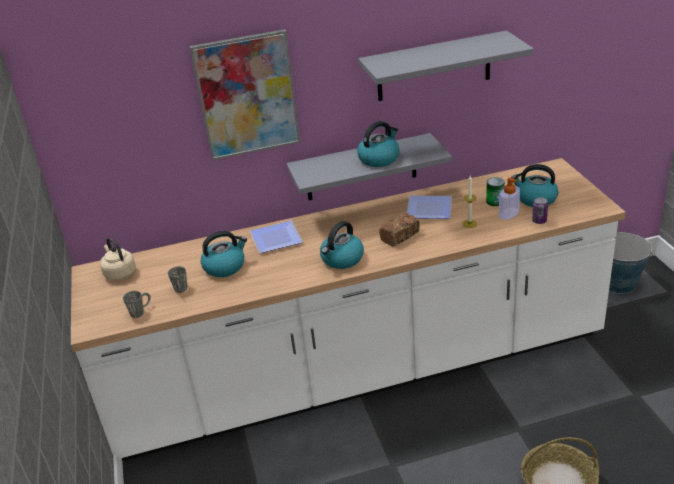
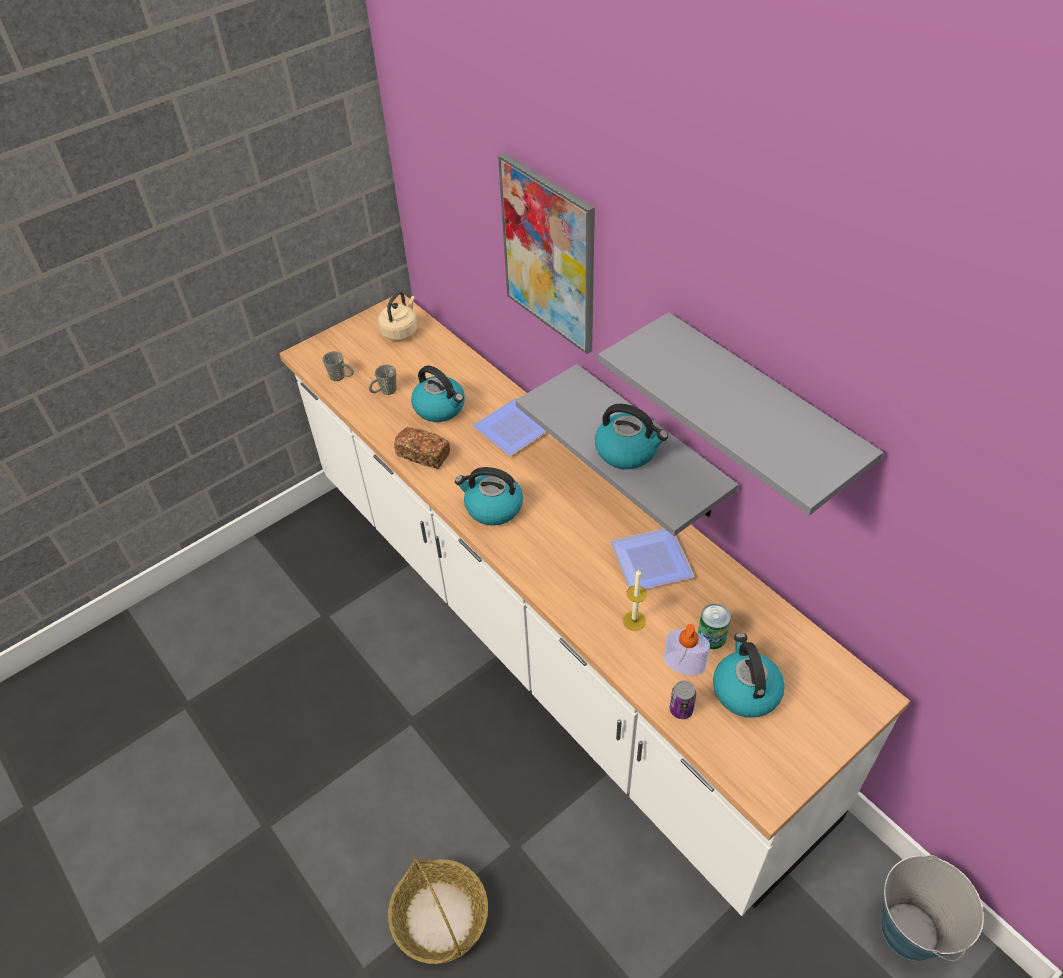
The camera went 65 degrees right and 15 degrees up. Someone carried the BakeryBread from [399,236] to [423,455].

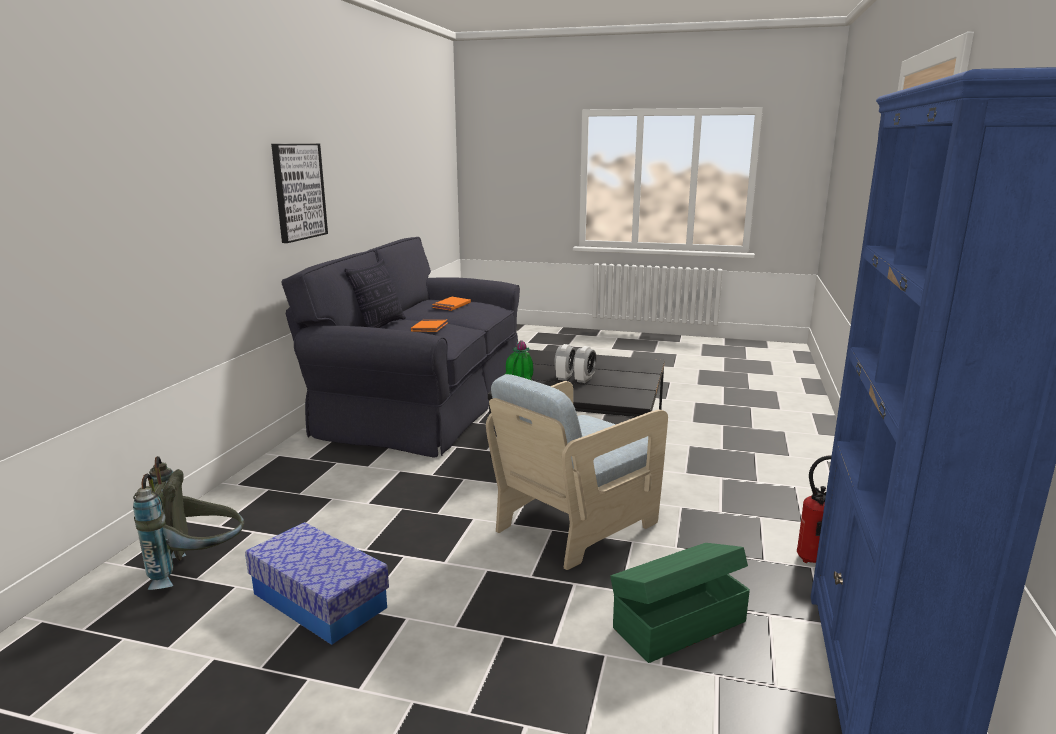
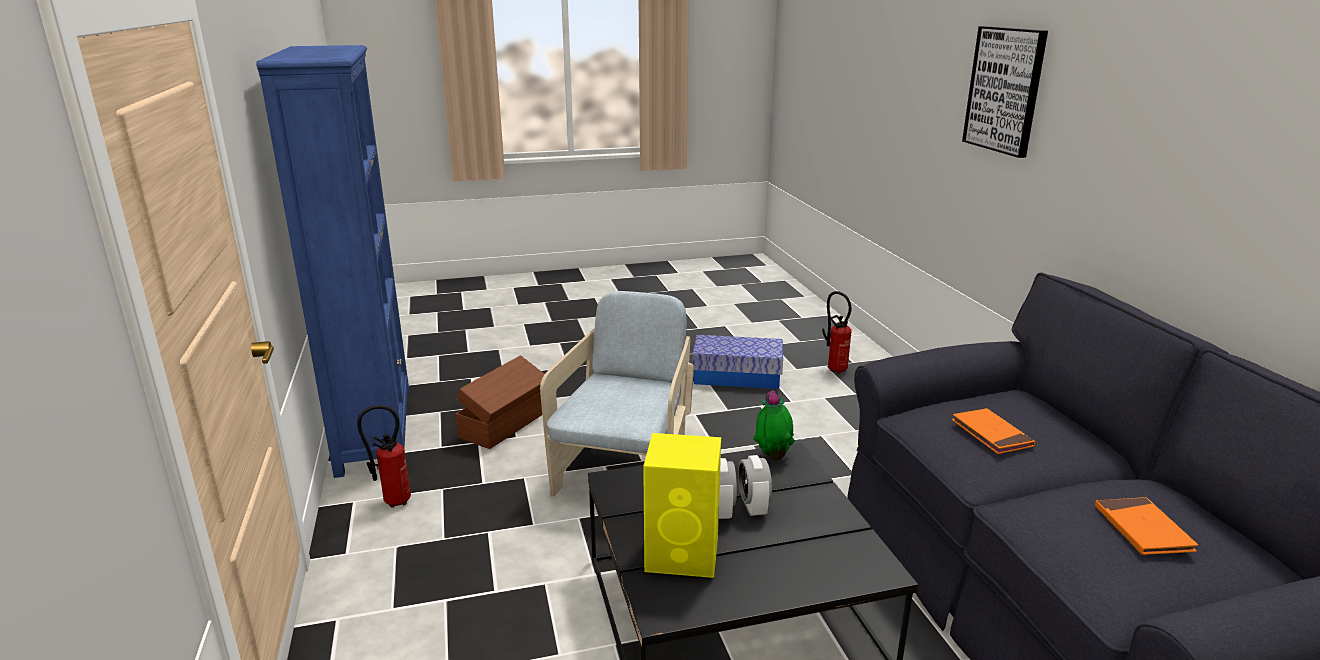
The camera went 150 degrees right and 5 degrees up. Someone took away the Pillow at [379,326]. Someone put down the YellowSpeaker at [684,555]. Someone carried the Picture from [298,191] to [1005,90]. Someone swapped the GrayBackpack at [199,569] for the FireFightingCylinder at [835,369]. Someone repainted the GreenColouredStorageBin at [677,624], which became the BrownColouredStorageBin at [506,424].

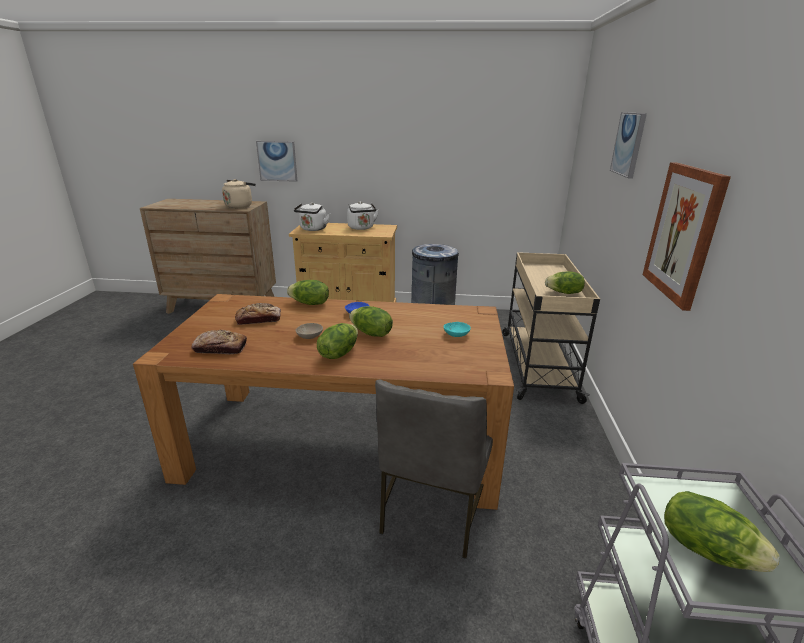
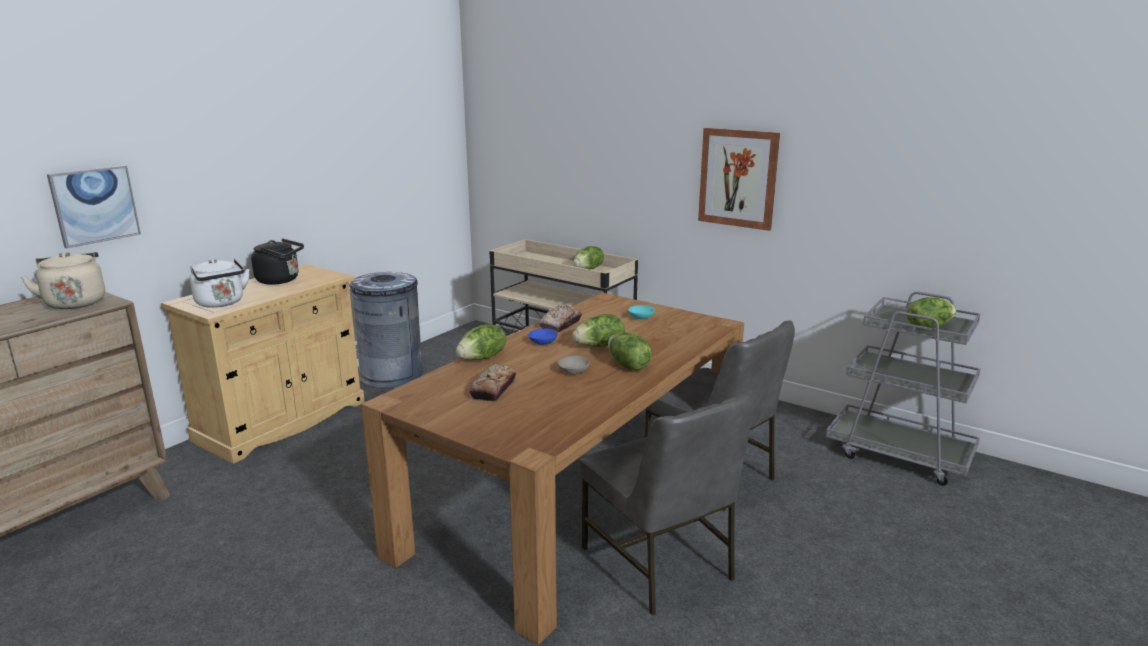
The camera went 60 degrees left and 5 degrees down. Someone took away the Picture at [628,144]. Someone put down the GrayChair at [659,564]. Someone carried the BakeryBread from [220,348] to [561,324]. Someone repainted the WhitishTeaKettle at [361,228], which became the BlackishTeaKettle at [281,280].

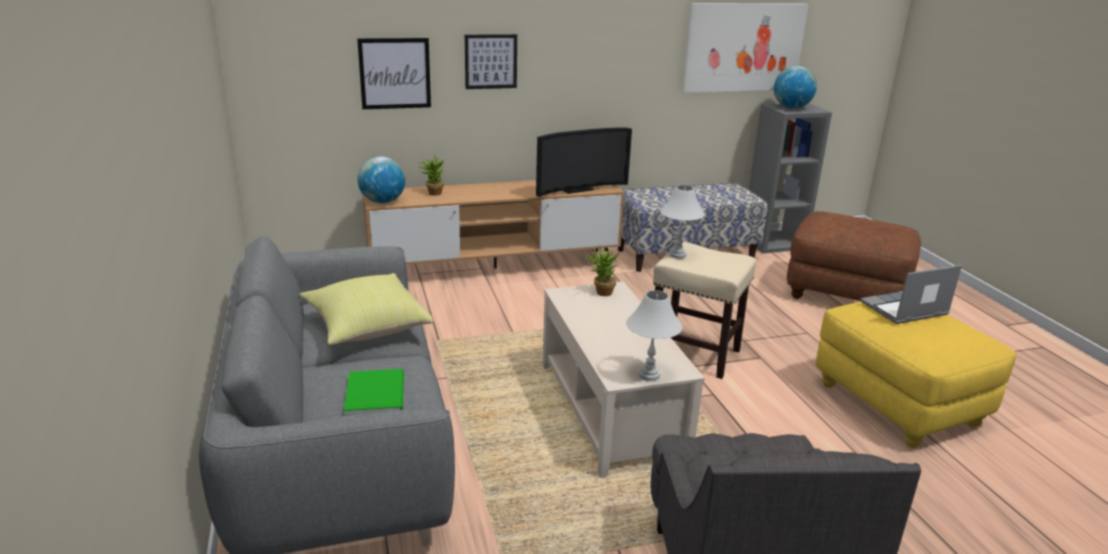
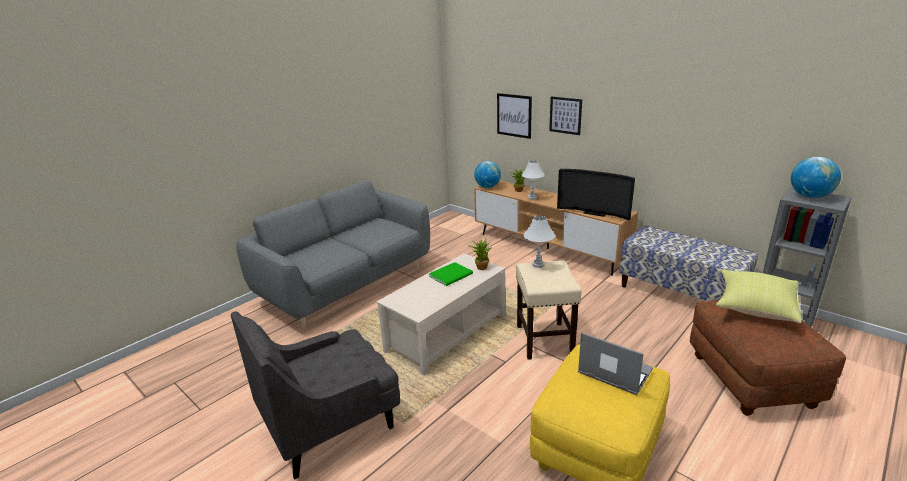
The camera went 60 degrees right and 0 degrees up. Someone took away the Picture at [743,47]. Someone carried the YellowPillow from [366,327] to [754,307]. Someone carried the GreenColouredVolume from [377,393] to [452,275]. Someone carried the WhitishTabletopLamp from [649,375] to [532,197].

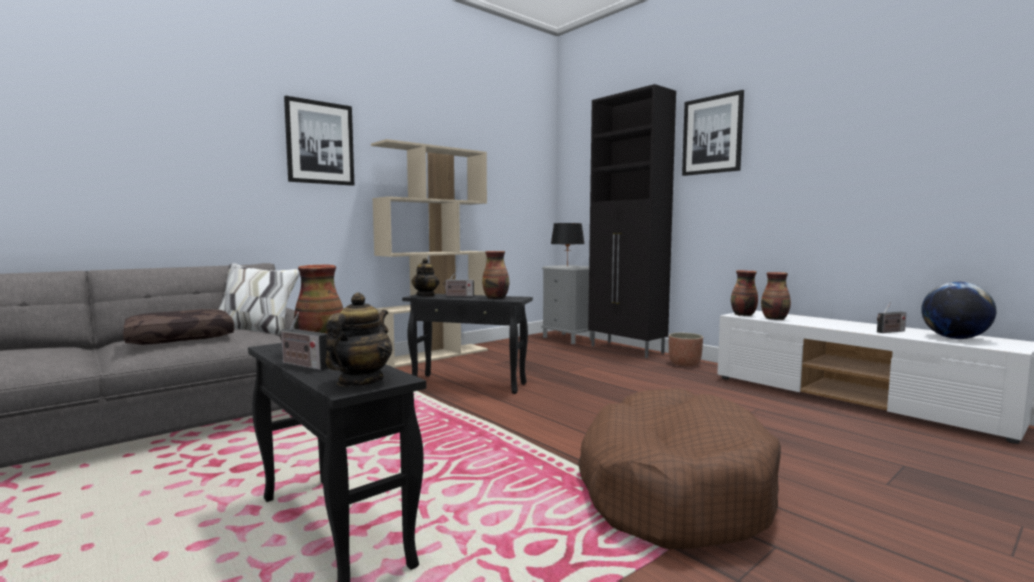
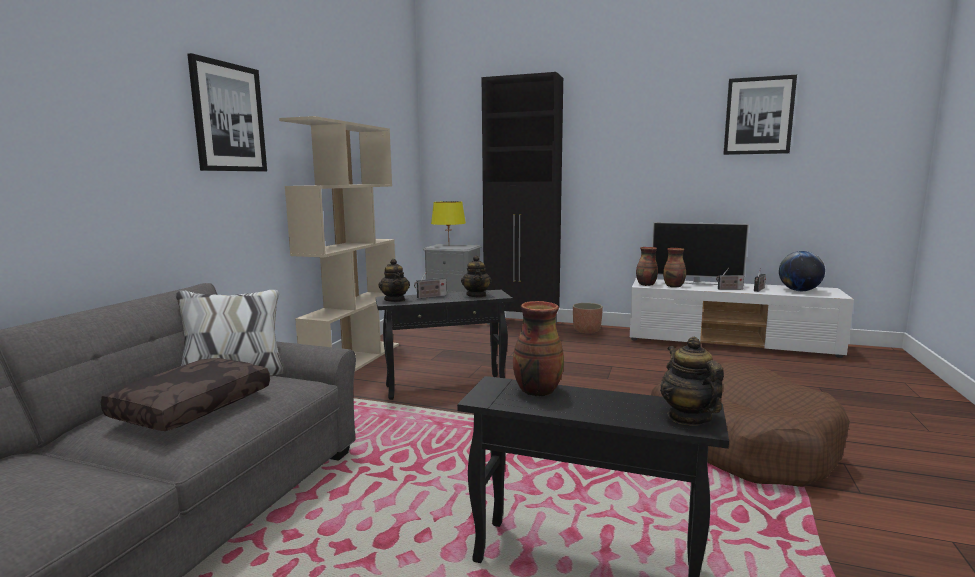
The camera went 30 degrees left and 5 degrees up. Someone put down the TvSet at [695,283]. Someone carried the RadioSet from [302,365] to [729,289]. Someone carried the Picture from [712,135] to [758,116]. Someone swapped the DecorativeVase at [496,298] for the TeaPot at [476,295]. Someone repainted the BlackishTabletopLamp at [567,266], which became the YellowTabletopLamp at [449,246].

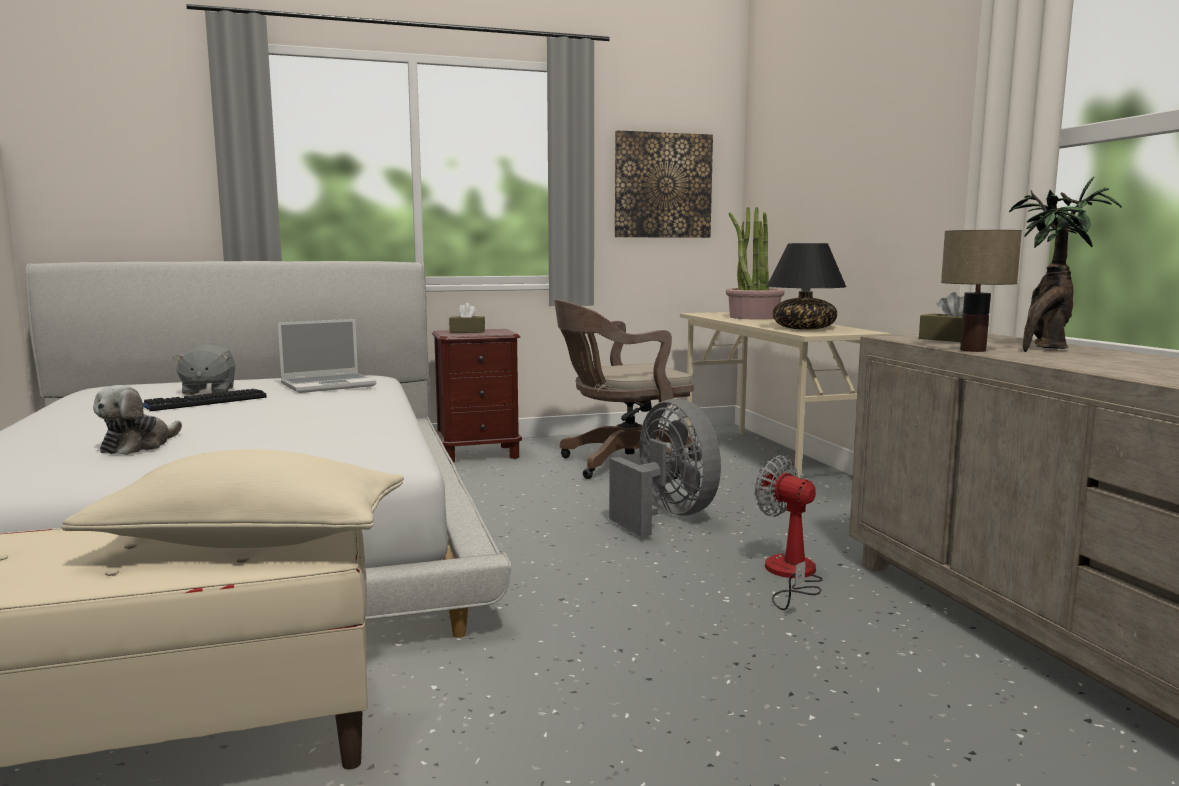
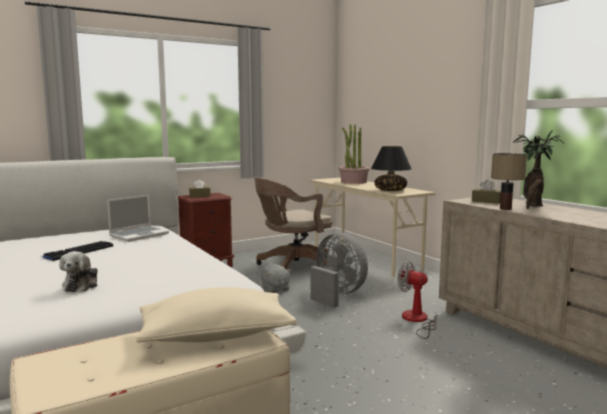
The camera went 15 degrees left and 0 degrees up. Someone took away the Picture at [662,185]. Someone carried the GrayCuddlyToy from [208,391] to [275,288].

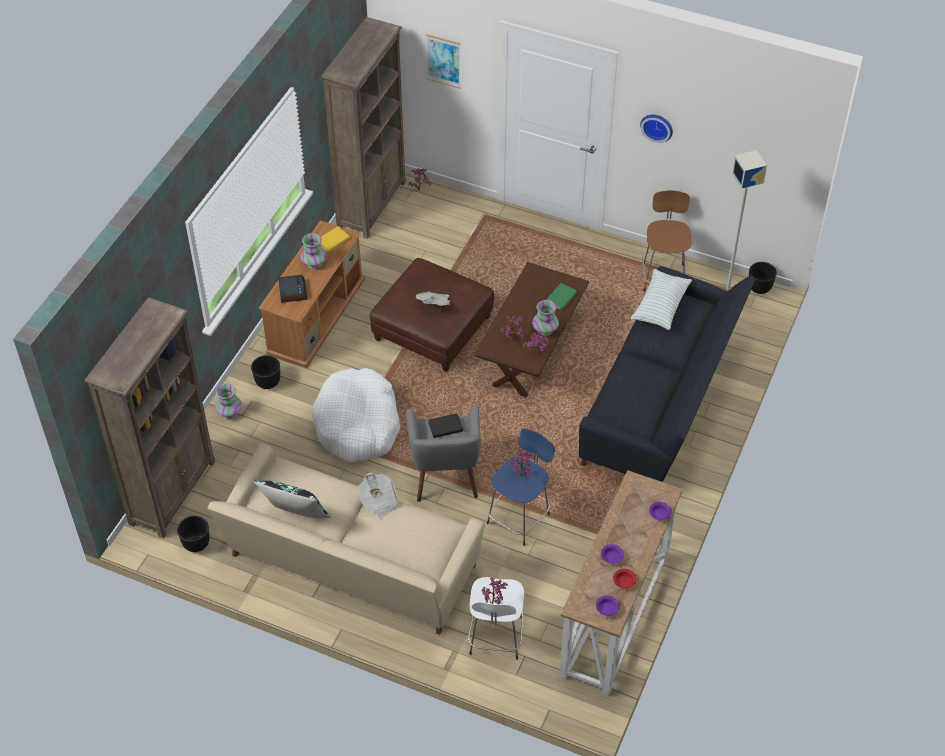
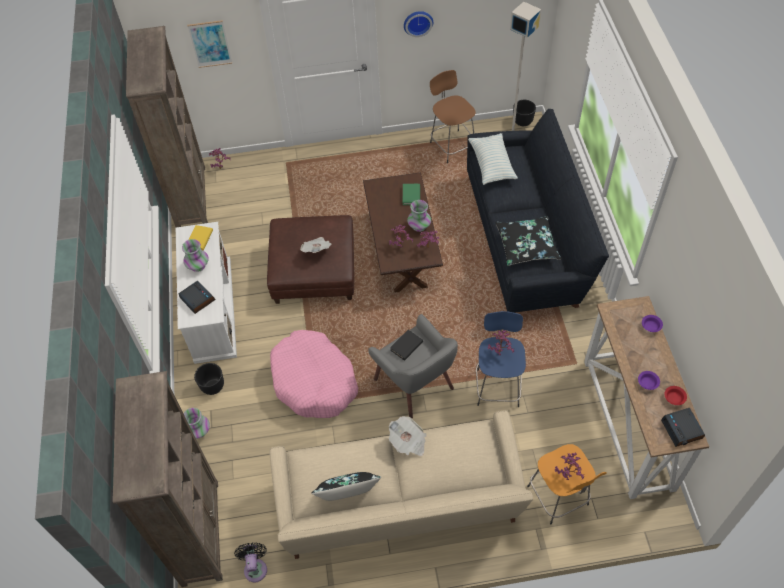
The camera went 30 degrees left and 5 degrees up. Someone put down the BlackishPillow at [527,245]. Someone swapped the BlackishPlantPot at [196,544] for the BlackishElectricFan at [255,567]. Someone swapped the PurpleColouredServingBowl at [607,609] for the AlarmClock at [682,429]. Someone repainted the BrownColouredMediaConsole at [316,315], which became the WhitishMediaConsole at [212,308]. Someone repainted the WhitishDogBed at [357,424], which became the PinkColouredDogBed at [314,381]. Someone repainted the WhitishSittingStool at [495,638], which became the OrangeySittingStool at [559,497].

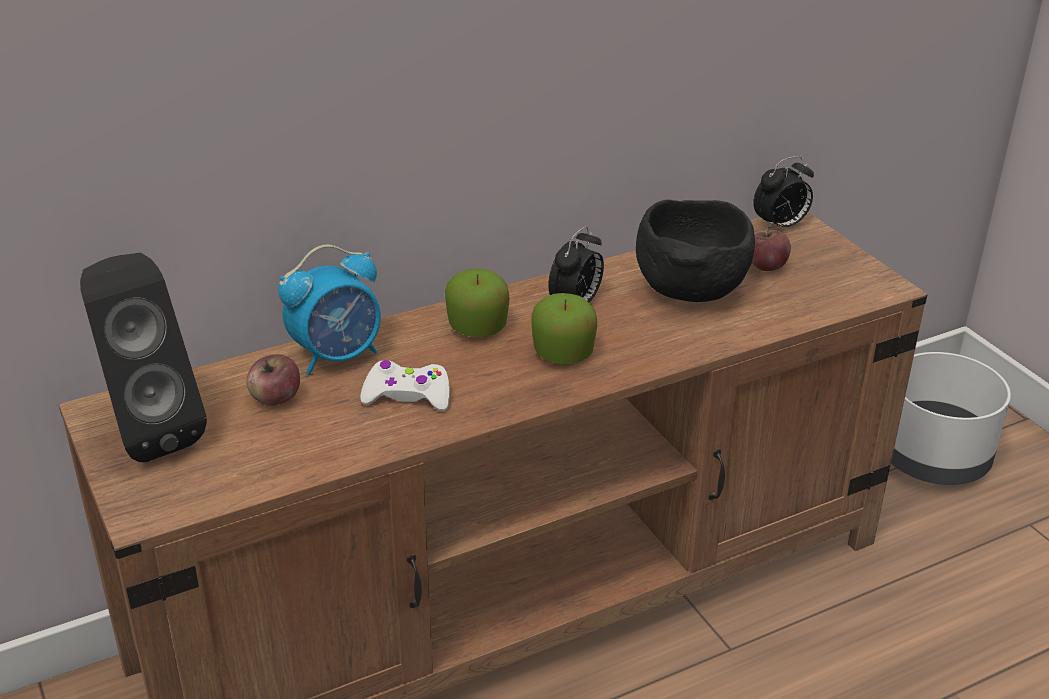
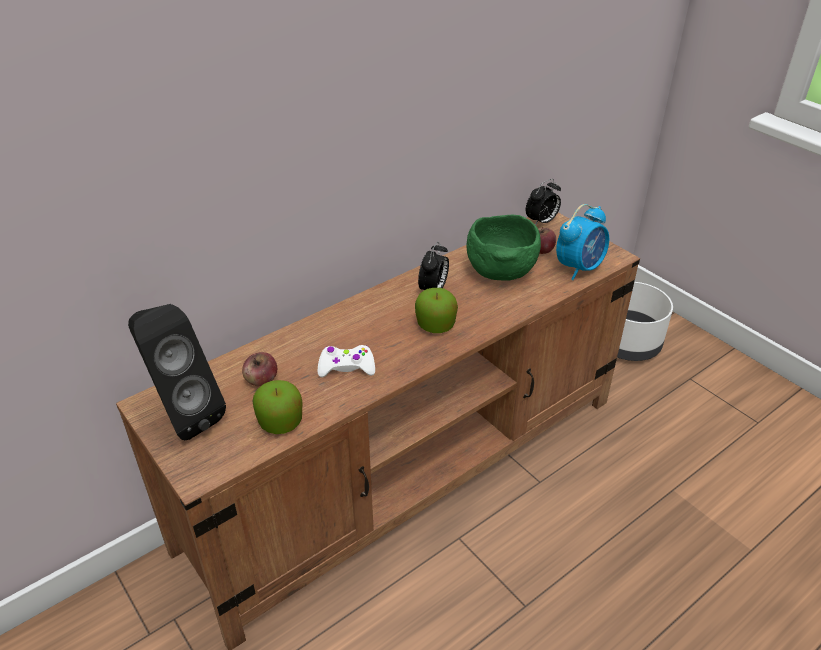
The camera went 10 degrees left and 5 degrees up. Someone carried the AlarmClock from [337,356] to [579,268]. Someone carried the WholeApple from [477,327] to [280,422]. Someone repainted the BlackishServingBowl at [690,290], which became the GreenColouredServingBowl at [500,271].

